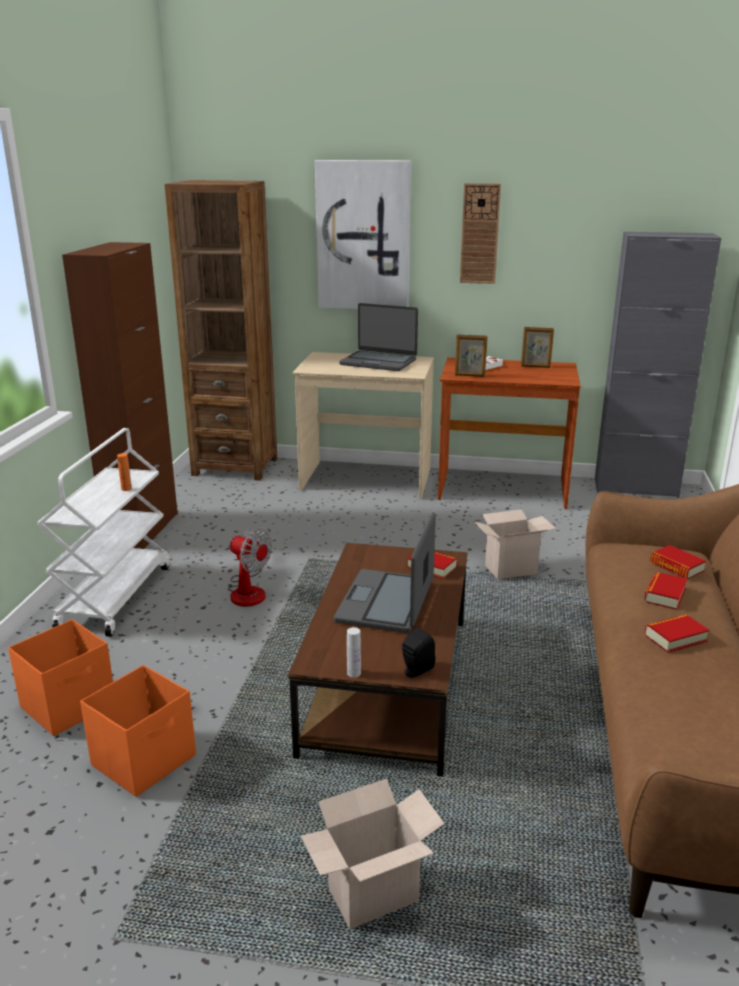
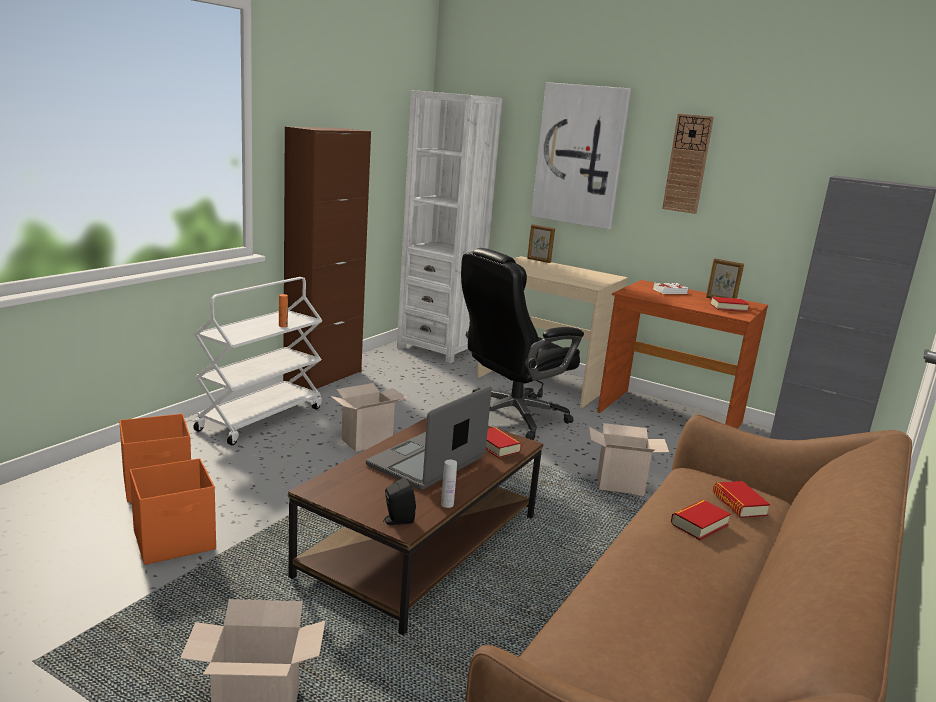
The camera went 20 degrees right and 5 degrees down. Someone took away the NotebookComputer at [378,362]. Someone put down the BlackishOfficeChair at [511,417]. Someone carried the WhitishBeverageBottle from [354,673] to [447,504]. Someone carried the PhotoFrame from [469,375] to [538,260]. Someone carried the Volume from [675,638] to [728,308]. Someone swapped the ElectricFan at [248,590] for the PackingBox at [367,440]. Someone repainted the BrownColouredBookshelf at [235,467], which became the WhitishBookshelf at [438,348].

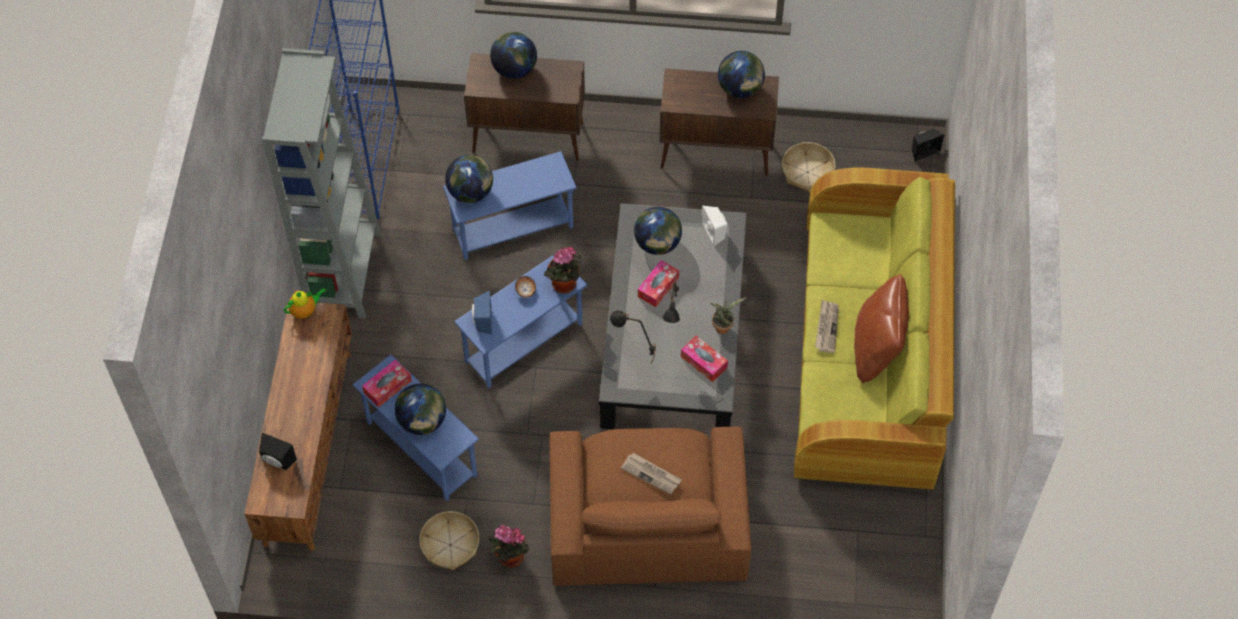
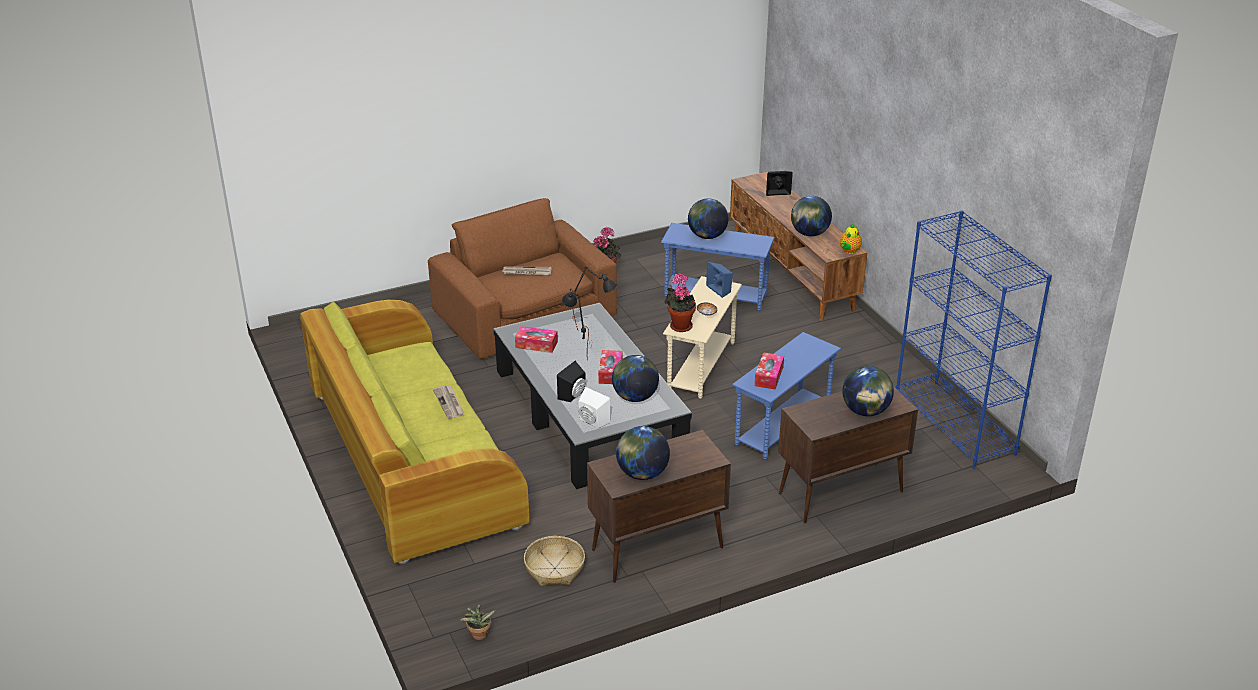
The camera went 150 degrees right and 25 degrees down. Someone took away the GrayBookshelf at [344,273]. Someone took away the Basket at [450,545]. Someone took away the BrownColouredPillow at [876,349]. Someone carried the BoxOfTissues from [387,387] to [769,376]. Someone carried the Globe from [471,192] to [809,233]. Someone carried the PlantInAPot from [723,326] to [479,636]. Someone carried the BlackishSpeaker from [923,150] to [573,395]. Someone repainted the BlueEndTable at [524,344], which became the BeigeEndTable at [700,367].

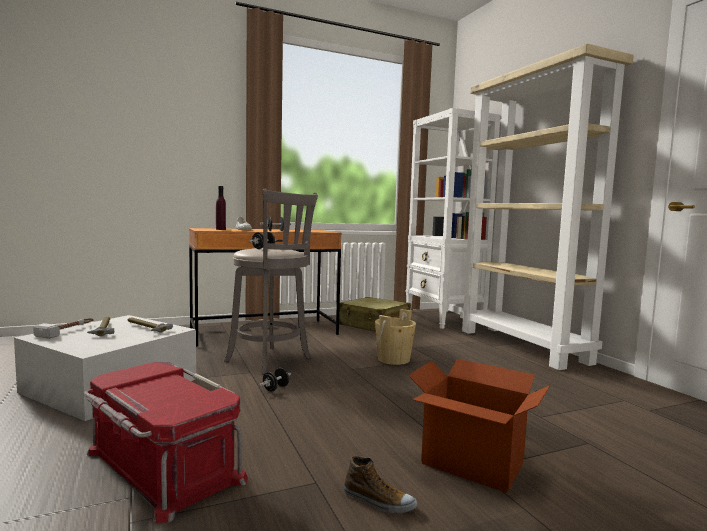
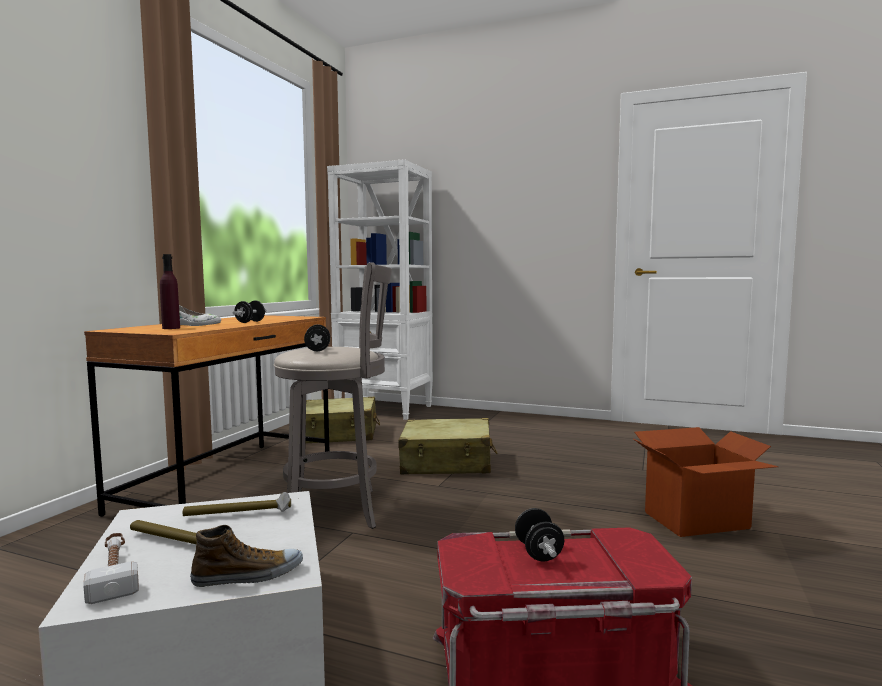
The camera went 45 degrees left and 0 degrees up. Someone took away the BeigeBookshelf at [523,346]. Someone carried the BlackishHandWeight from [275,388] to [538,552]. Someone carried the Shoe from [378,501] to [248,575]. Someone swapped the BeigeBucket at [393,359] for the BeigePieceOfLuggage at [447,463].

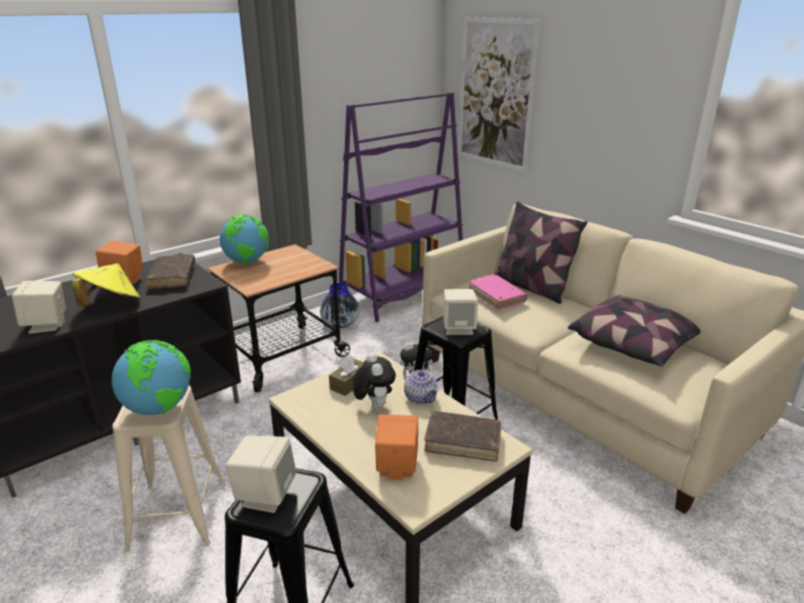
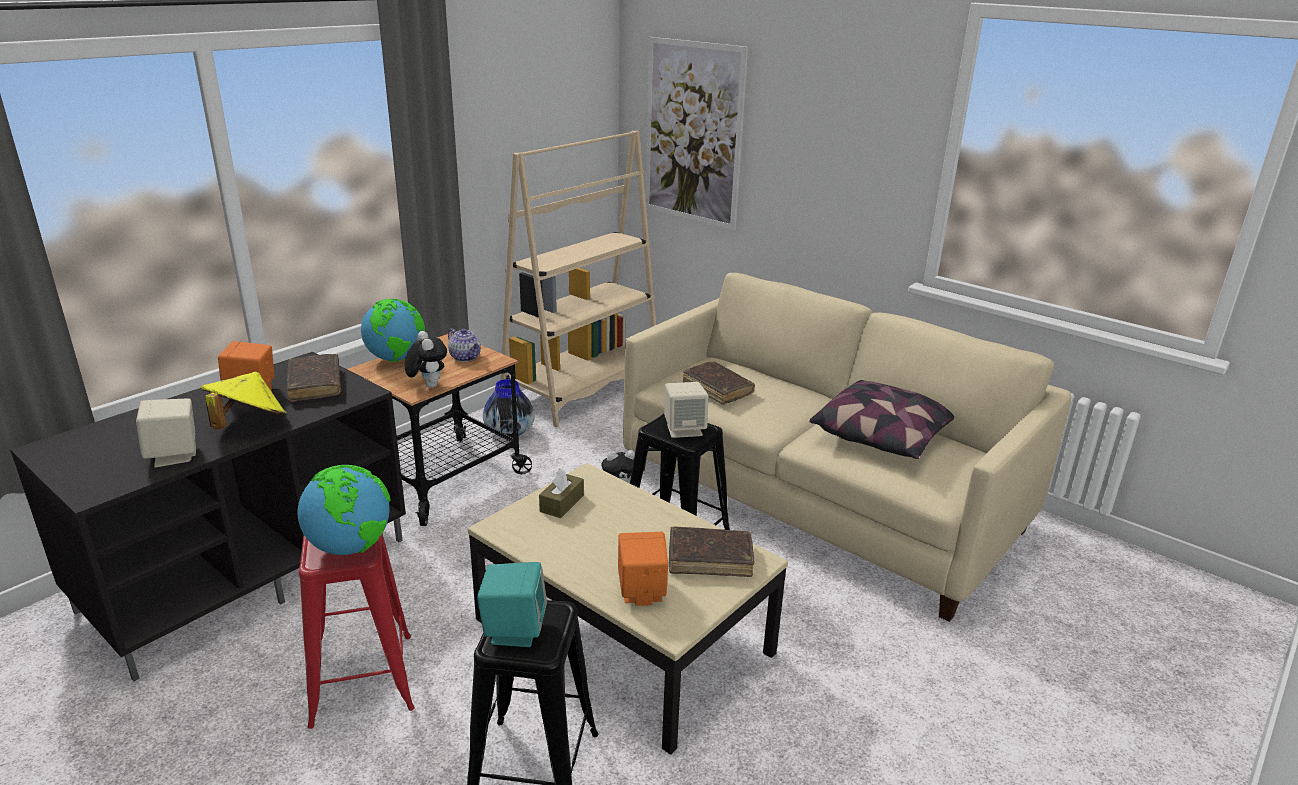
The camera went 10 degrees left and 0 degrees up. Someone took away the Pillow at [531,287]. Someone carried the CuddlyToy from [374,404] to [428,385]. Someone carried the TeaPot from [421,398] to [466,357]. Someone repainted the BeigeSittingStool at [177,514], which became the RedColouredSittingStool at [362,679]. Someone repainted the BeigeSpeaker at [265,495], which became the BlueGreenSpeaker at [514,630]. Someone repainted the PurpleColouredBookshelf at [403,294], which became the BeigeBookshelf at [583,390]. Someone repainted the PinkColouredVolume at [496,297], which became the BrownColouredVolume at [717,389].

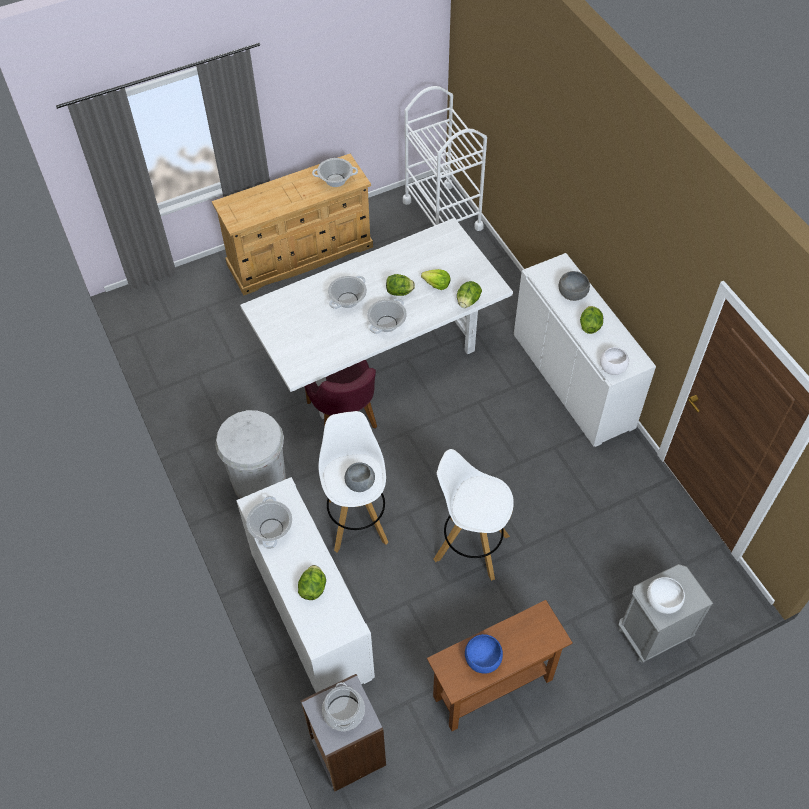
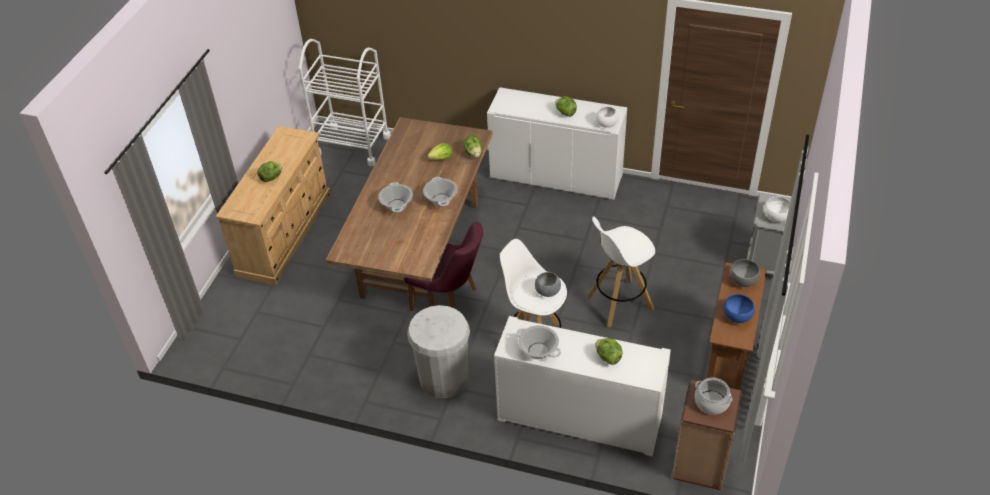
The camera went 45 degrees left and 10 degrees down. Someone took away the Saucepot at [335,180]. Someone carried the Lettuce from [399,292] to [271,178]. Someone carried the GrayServingBowl from [572,293] to [743,280]. Someone repainted the WhitishKitchenTable at [378,355], which became the BrownColouredKitchenTable at [421,249]. Someone repainted the GrayBookshelf at [347,752], which became the BrownColouredBookshelf at [700,464].

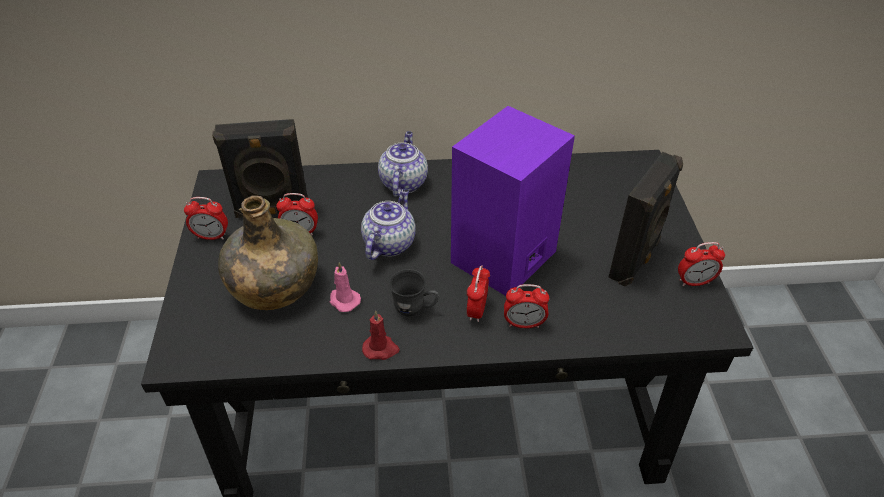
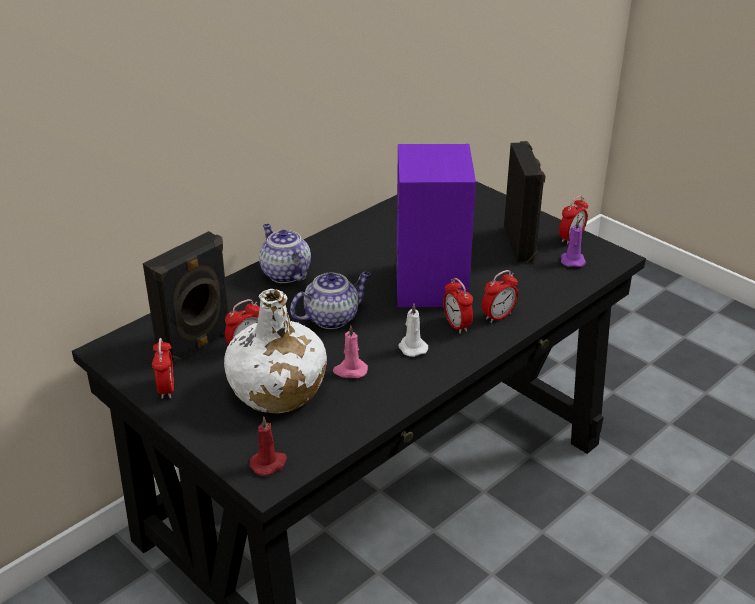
The camera went 40 degrees left and 10 degrees down. Someone put down the PurpleColouredWaxLight at [572,260]. Someone carried the RedColouredWaxLight from [381,349] to [269,463]. Someone swapped the GrayMug at [415,309] for the WhitishWaxLight at [412,347]. Someone repainted the GreenColouredBeverageBottle at [273,284], which became the WhitishBeverageBottle at [276,391]. Someone rotated the AlarmClock at [211,236] by 60 degrees counterclockwise. Someone rotated the TeaPot at [389,243] by 75 degrees clockwise.

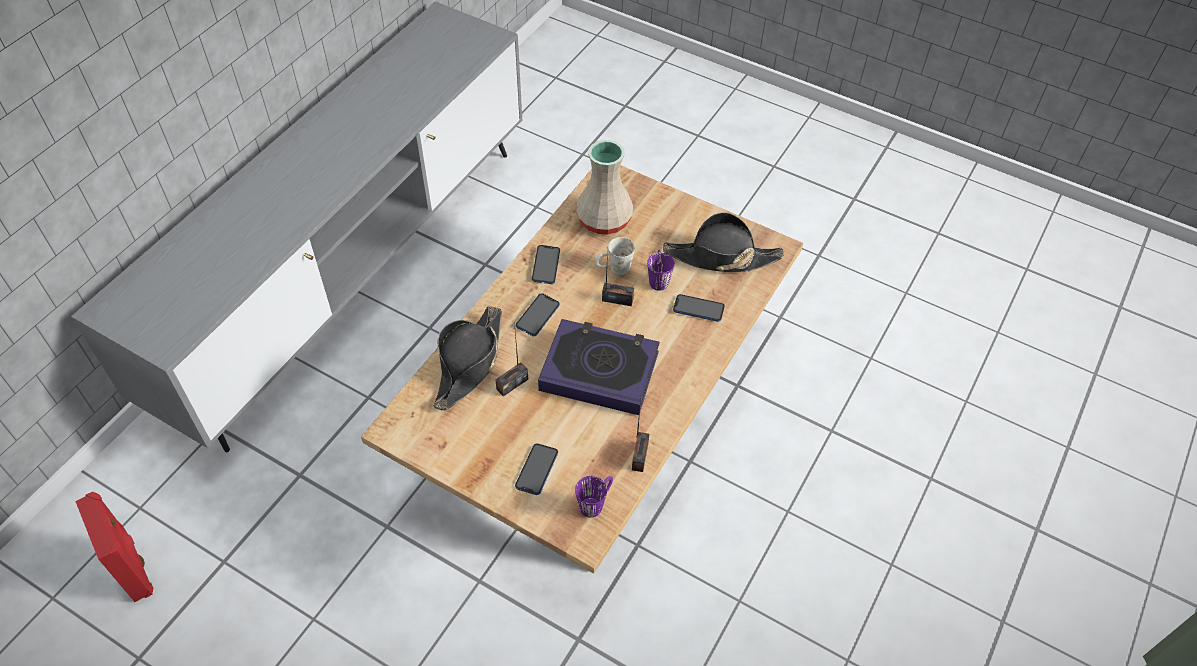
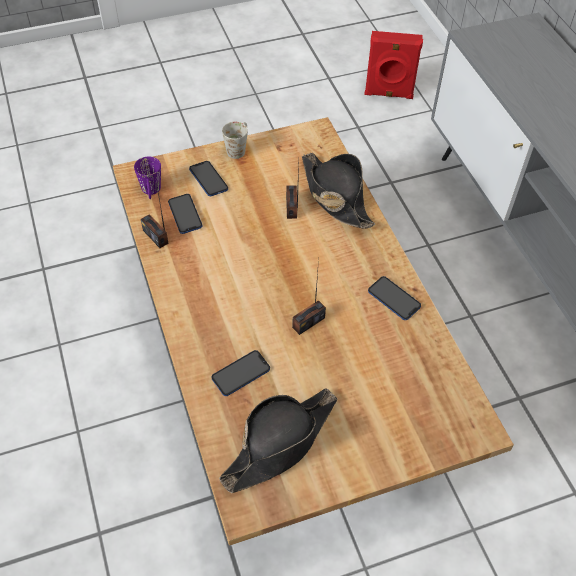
The camera went 130 degrees right and 0 degrees up. Someone took away the Volume at [599,371]. Someone took away the BeigeDecorativeVase at [602,220]. Someone took away the PurpleColouredMug at [658,278]. Someone carried the Telephone from [537,315] to [185,214]. Someone carried the WhitishMug from [614,269] to [238,148].

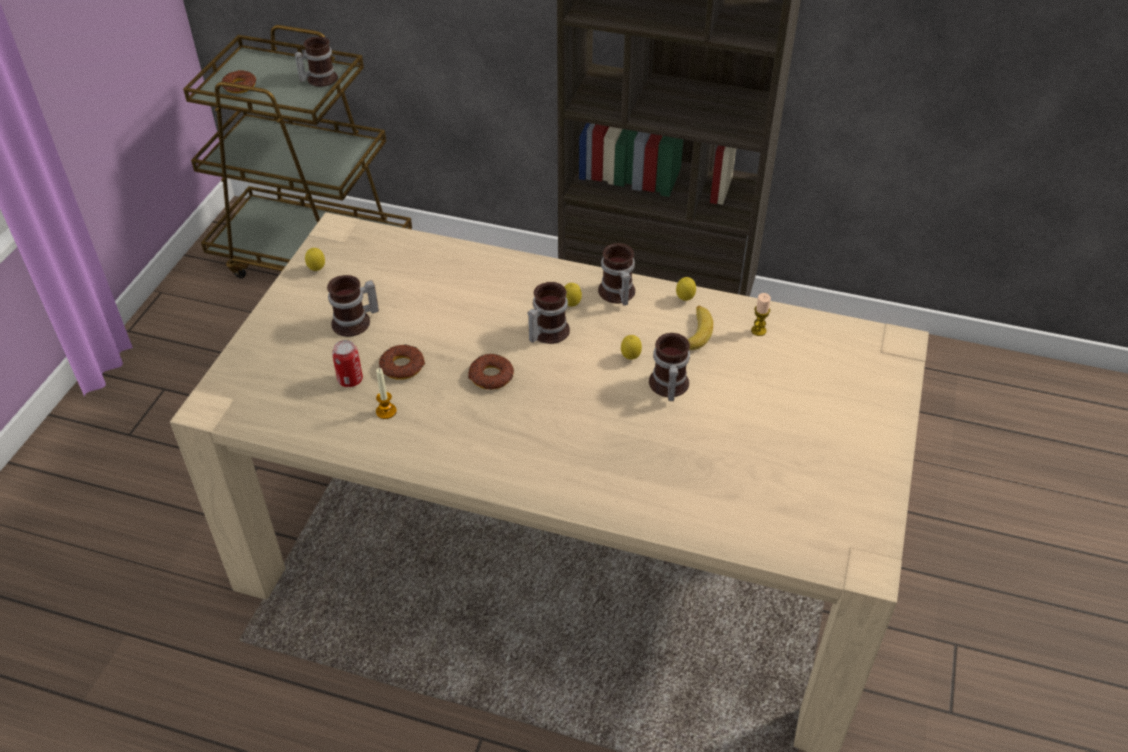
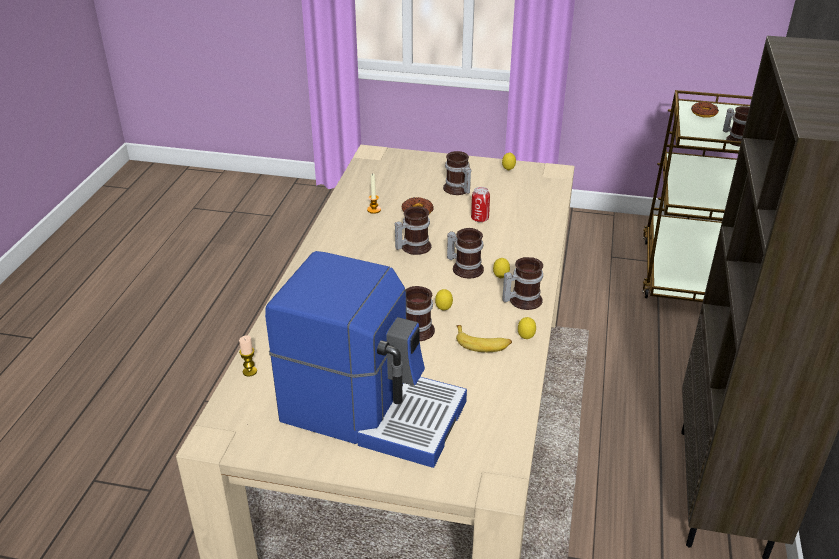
The camera went 85 degrees right and 10 degrees down. Someone put down the CoffeeBrewer at [372,410]. Someone carried the SealedCan from [350,380] to [479,218]. Someone carried the WaxLight from [758,330] to [249,371]. Someone swapped the Doughnut at [491,376] for the Mug at [412,247].

